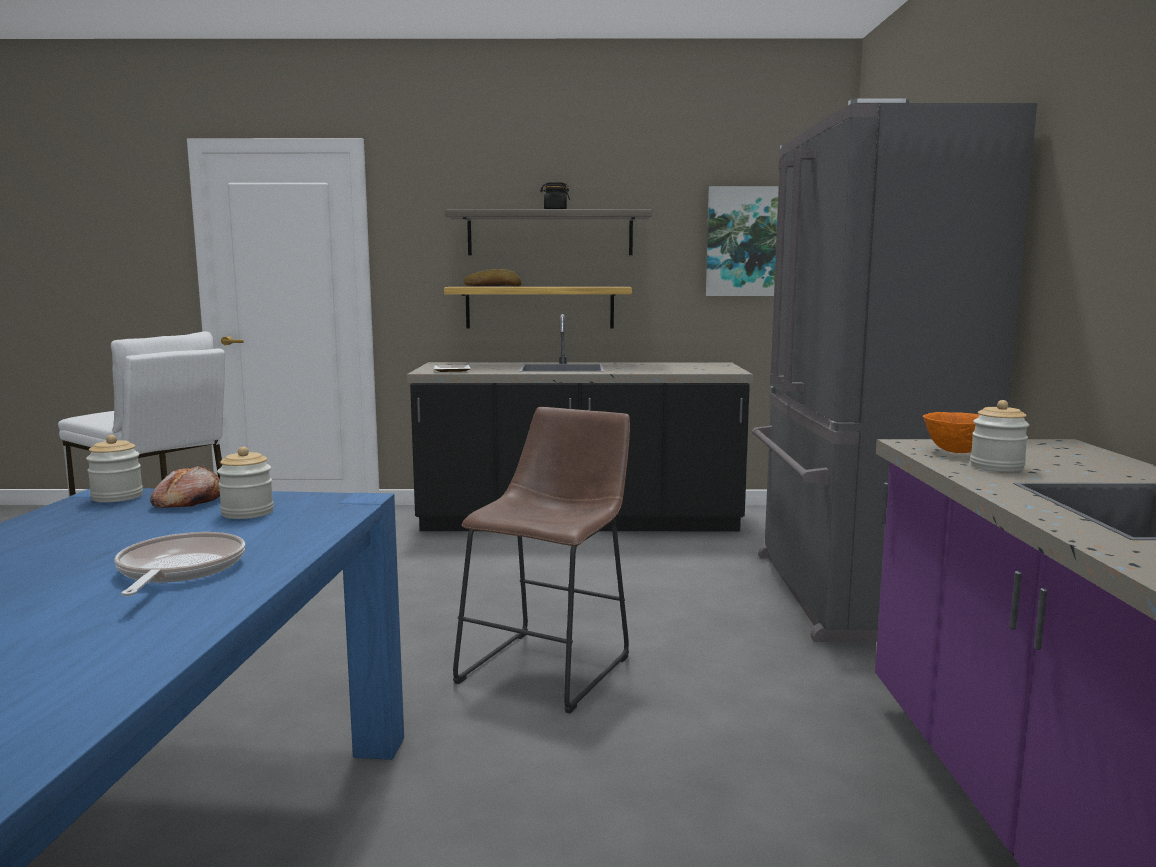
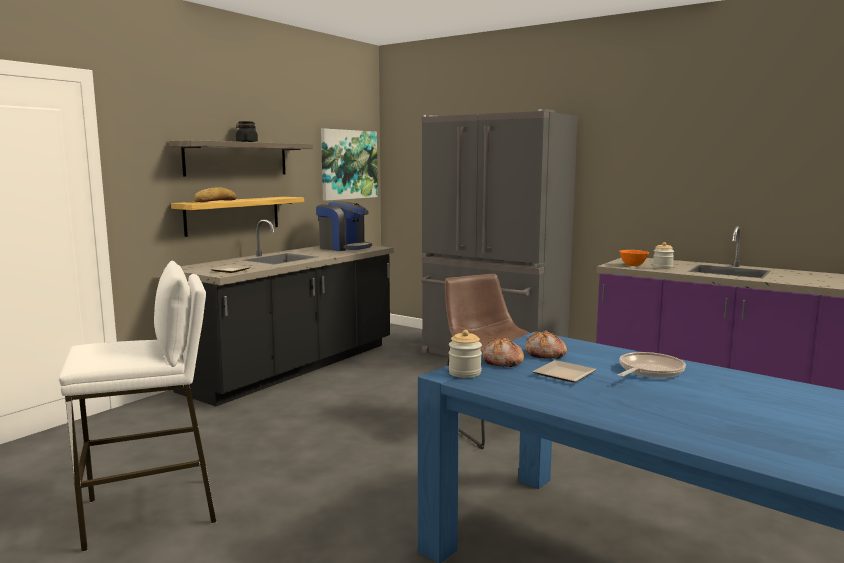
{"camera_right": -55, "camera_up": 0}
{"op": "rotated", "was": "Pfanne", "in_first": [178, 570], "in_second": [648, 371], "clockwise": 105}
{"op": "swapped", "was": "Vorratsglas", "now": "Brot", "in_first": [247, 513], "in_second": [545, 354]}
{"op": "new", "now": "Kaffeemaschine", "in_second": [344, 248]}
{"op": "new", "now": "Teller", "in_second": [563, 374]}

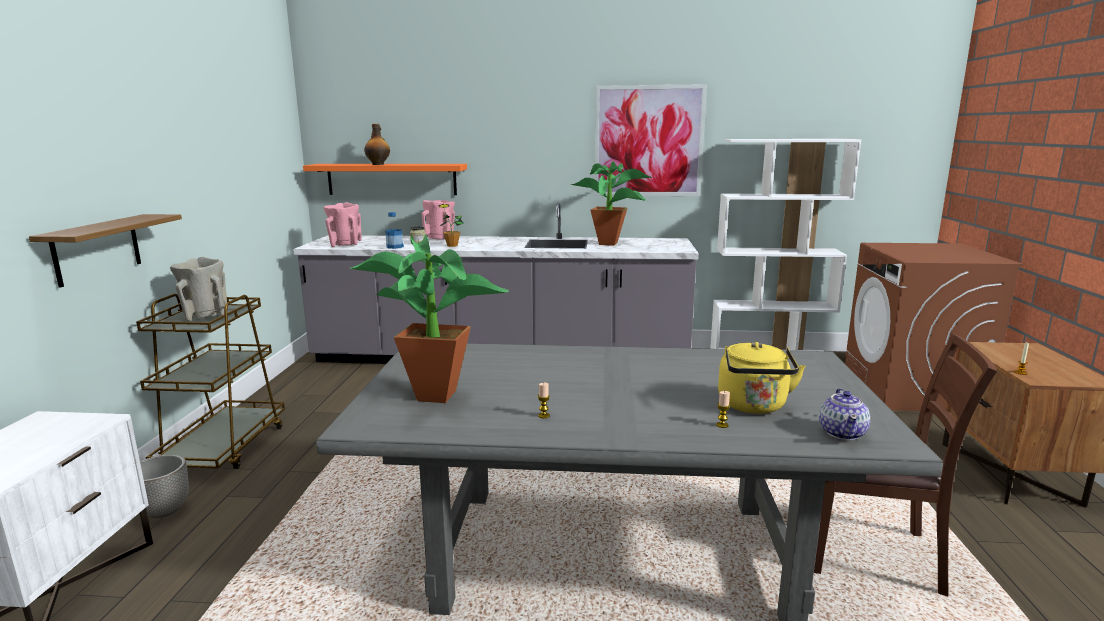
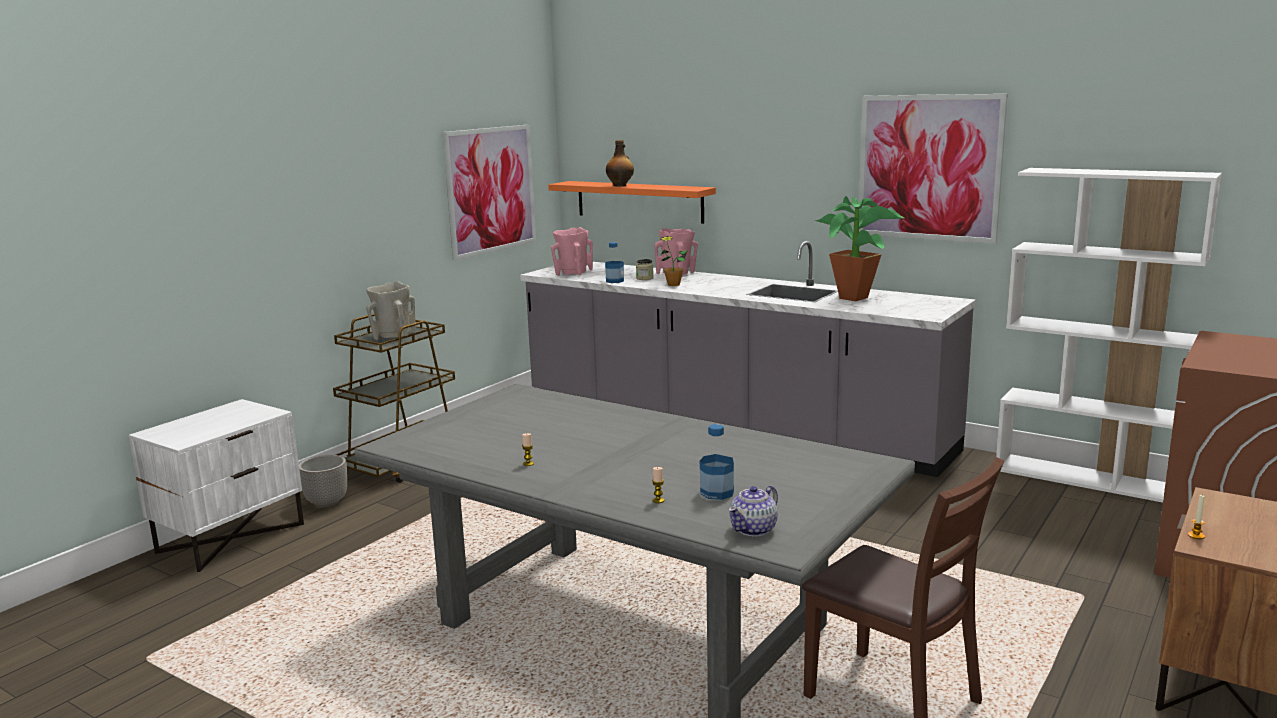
{"camera_right": 30, "camera_up": 0}
{"op": "gone", "was": "Wandregal", "in_first": [97, 249]}
{"op": "gone", "was": "Topfpflanze", "in_first": [430, 393]}
{"op": "swapped", "was": "Wasserkessel/gelb", "now": "Flasche", "in_first": [753, 406], "in_second": [717, 492]}
{"op": "new", "now": "Bild", "in_second": [491, 190]}

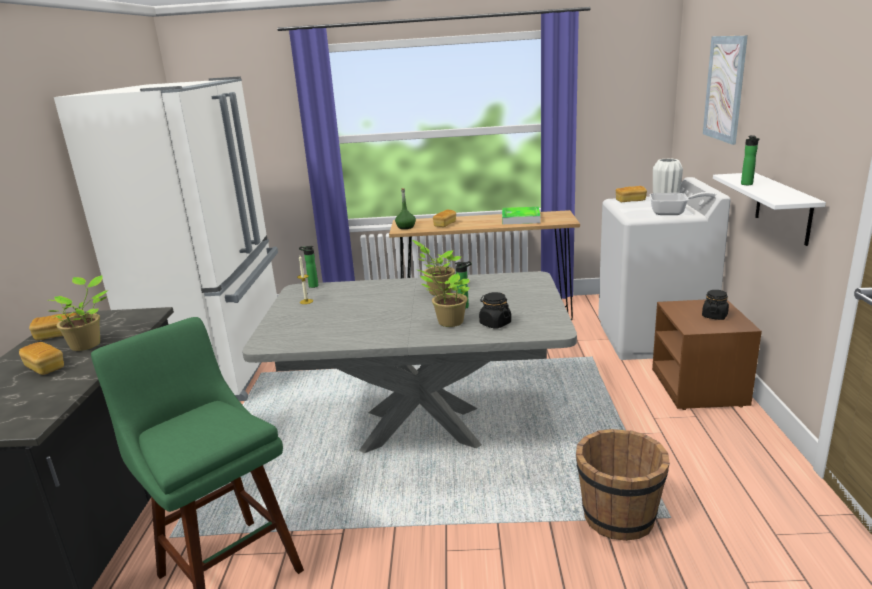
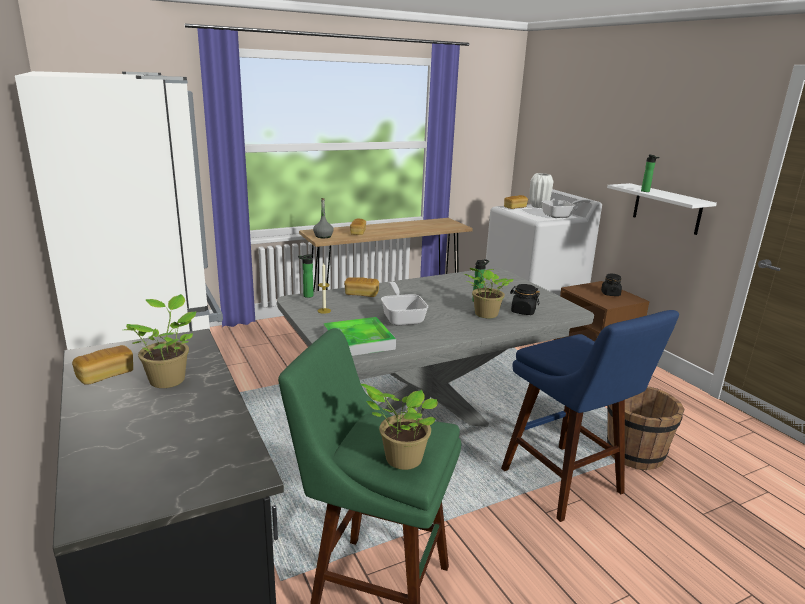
{"camera_right": -30, "camera_up": 0}
{"op": "shifted", "was": "Brot", "in_first": [45, 367], "in_second": [361, 294]}
{"op": "repainted", "was": "Flasche/grün", "now": "Flasche/grau", "in_first": [406, 227], "in_second": [323, 236]}
{"op": "shifted", "was": "Topfpflanze", "in_first": [438, 292], "in_second": [400, 459]}
{"op": "shifted", "was": "Tablett", "in_first": [520, 218], "in_second": [358, 341]}
{"op": "gone", "was": "Bild", "in_first": [724, 88]}
{"op": "new", "now": "Pfanne", "in_second": [402, 317]}
{"op": "new", "now": "Hocker/blau", "in_second": [567, 485]}

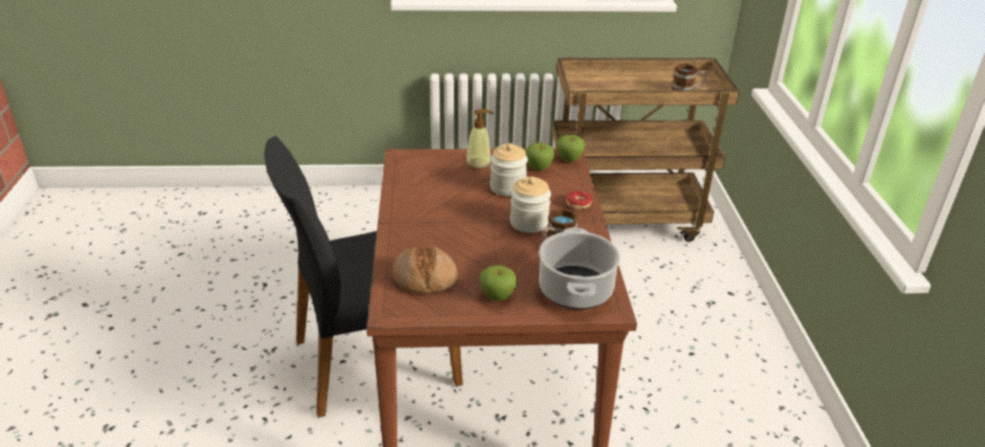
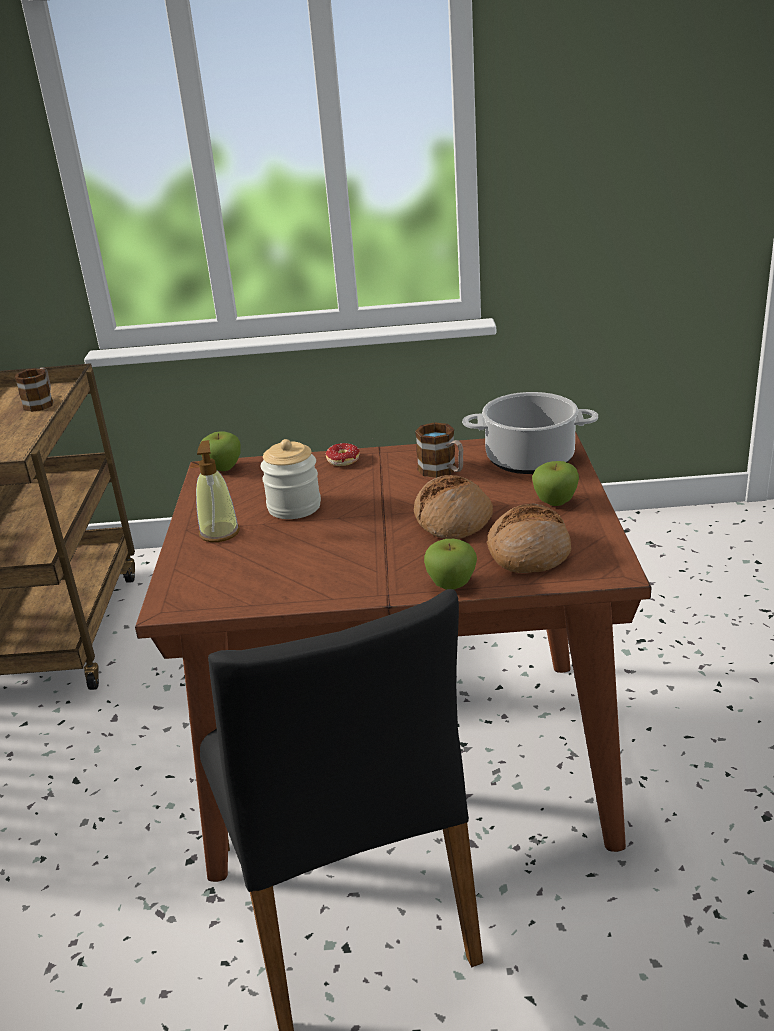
{"camera_right": -85, "camera_up": -5}
{"op": "gone", "was": "Vorratsglas", "in_first": [529, 222]}
{"op": "shifted", "was": "Apfel", "in_first": [538, 168], "in_second": [451, 585]}
{"op": "new", "now": "Brot", "in_second": [453, 520]}

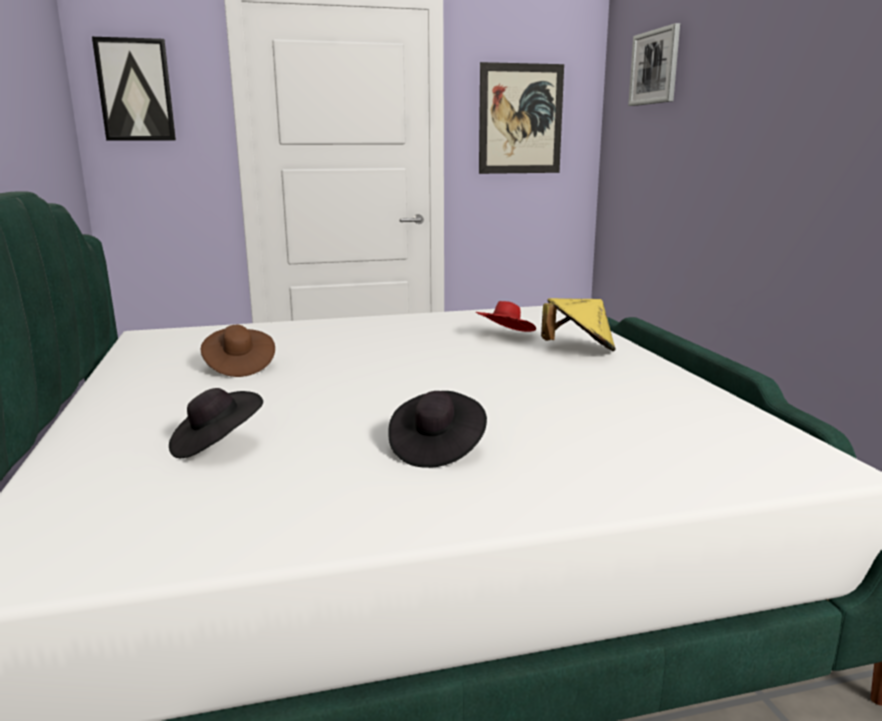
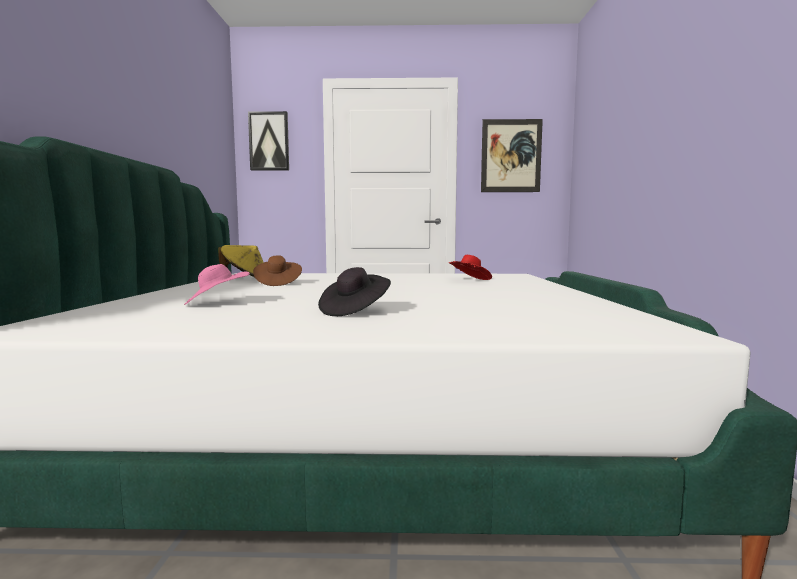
{"camera_right": 15, "camera_up": -10}
{"op": "repainted", "was": "Hut/schwarz", "now": "Hut/rosa", "in_first": [216, 444], "in_second": [216, 303]}
{"op": "shifted", "was": "Hut/gelb", "in_first": [578, 350], "in_second": [245, 278]}
{"op": "gone", "was": "Bild", "in_first": [655, 67]}

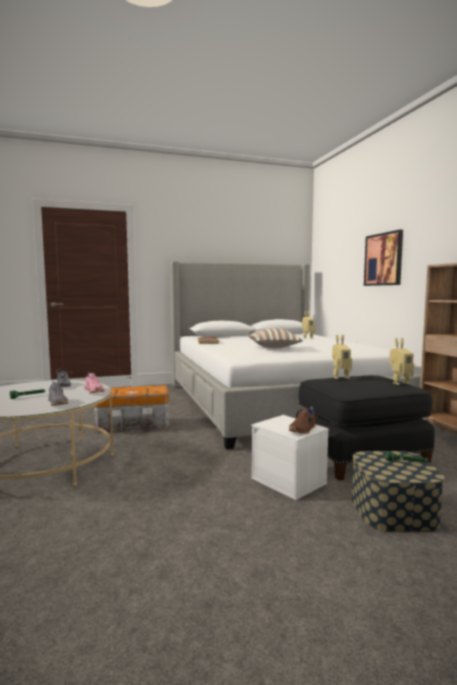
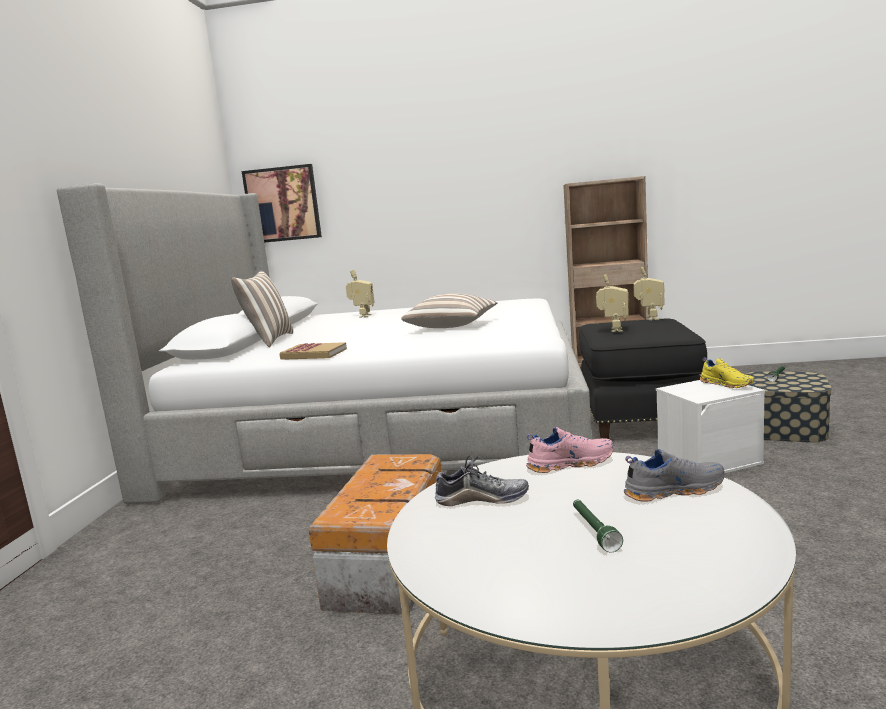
{"camera_right": -65, "camera_up": 5}
{"op": "repainted", "was": "Schuh/braun", "now": "Schuh/gelb", "in_first": [303, 430], "in_second": [727, 384]}
{"op": "shifted", "was": "Bild", "in_first": [383, 259], "in_second": [282, 204]}
{"op": "new", "now": "Kissen", "in_second": [268, 341]}

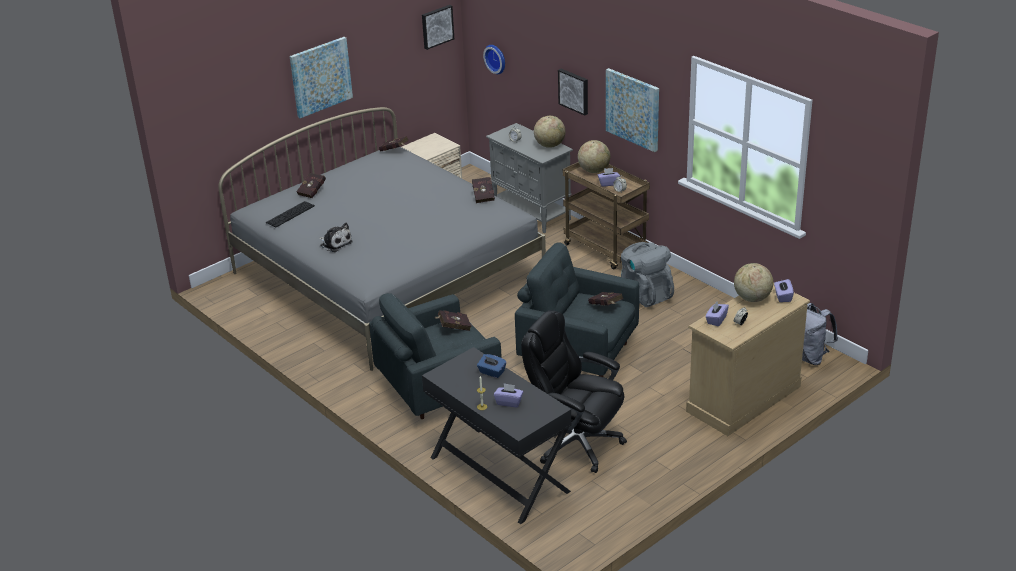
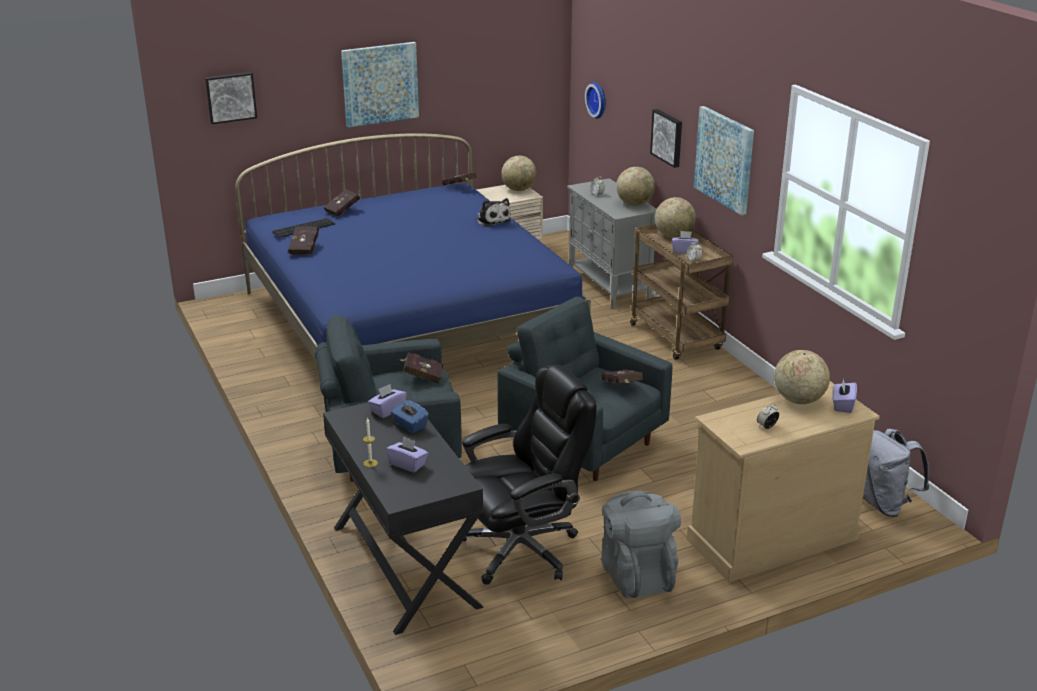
{"camera_right": 15, "camera_up": -5}
{"op": "repainted", "was": "Bett/grau", "now": "Bett/blau", "in_first": [387, 275], "in_second": [409, 322]}
{"op": "shifted", "was": "Plüschtier", "in_first": [335, 243], "in_second": [492, 220]}
{"op": "shifted", "was": "Bild", "in_first": [436, 26], "in_second": [230, 97]}
{"op": "shifted", "was": "Buch/rot", "in_first": [483, 196], "in_second": [305, 248]}
{"op": "rotated", "was": "Bürostuhl/schwarz", "in_first": [576, 443], "in_second": [522, 548], "clockwise": 105}
{"op": "shifted", "was": "Rucksack/grau", "in_first": [645, 294], "in_second": [636, 574]}
{"op": "shifted", "was": "Taschentuchbox/lila", "in_first": [716, 320], "in_second": [387, 410]}
{"op": "new", "now": "Globus", "in_second": [519, 189]}

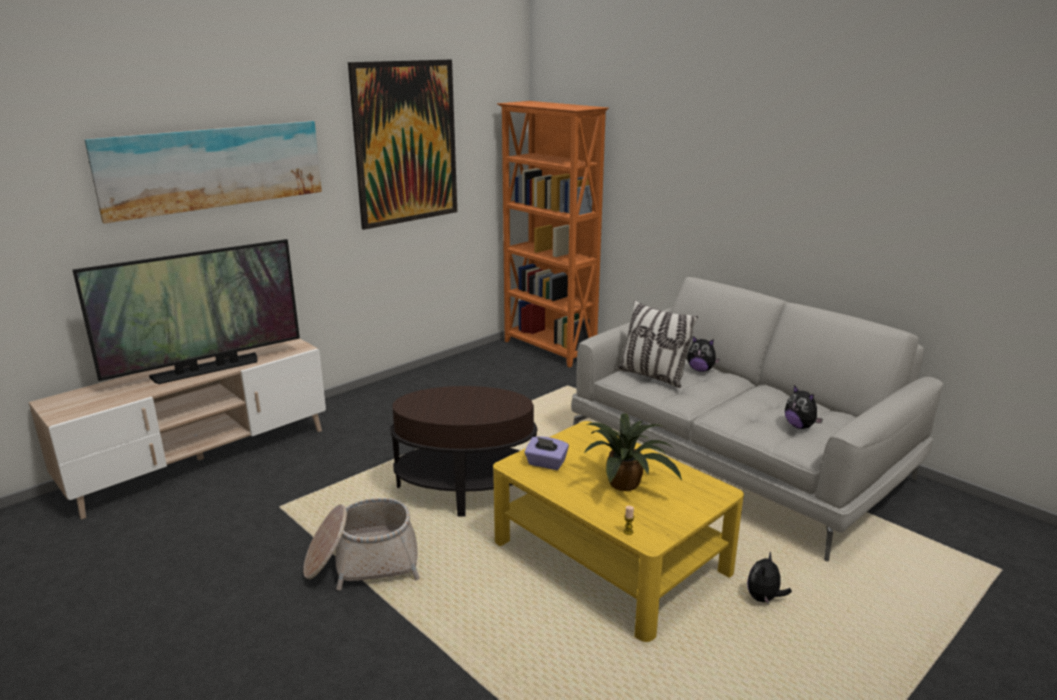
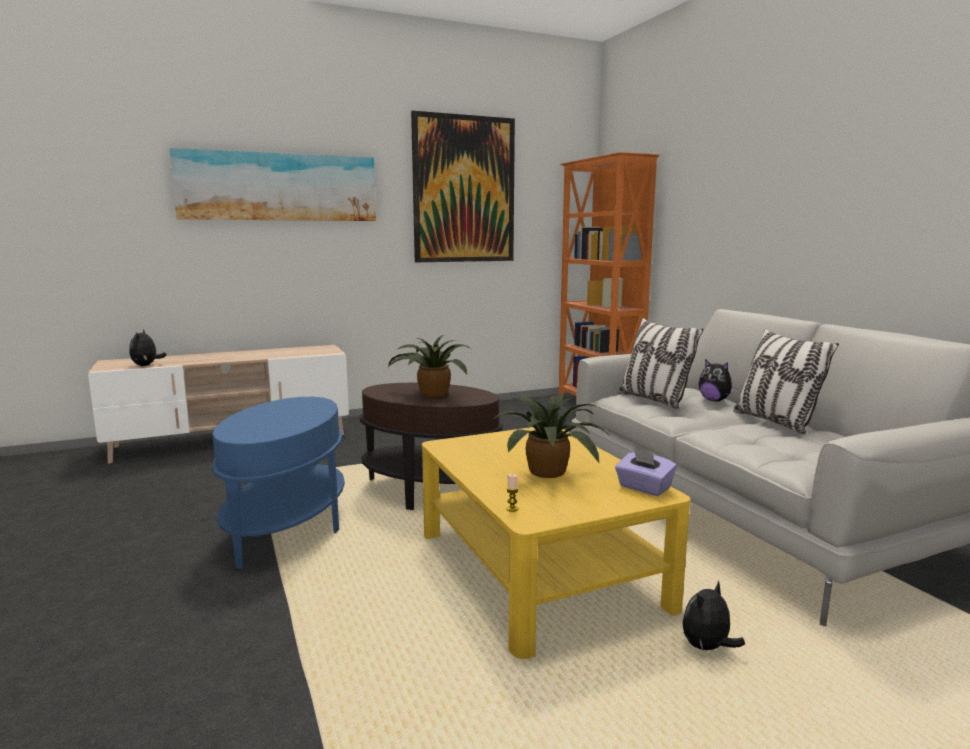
{"camera_right": 20, "camera_up": -10}
{"op": "gone", "was": "Fernseher", "in_first": [206, 369]}
{"op": "swapped", "was": "Korb", "now": "Beistelltisch/blau", "in_first": [363, 562], "in_second": [287, 528]}
{"op": "shifted", "was": "Taschentuchbox/lila", "in_first": [546, 463], "in_second": [644, 488]}
{"op": "shifted", "was": "Plüschtier", "in_first": [800, 426], "in_second": [146, 365]}
{"op": "new", "now": "Topfpflanze", "in_second": [431, 394]}
{"op": "new", "now": "Kissen", "in_second": [775, 422]}

